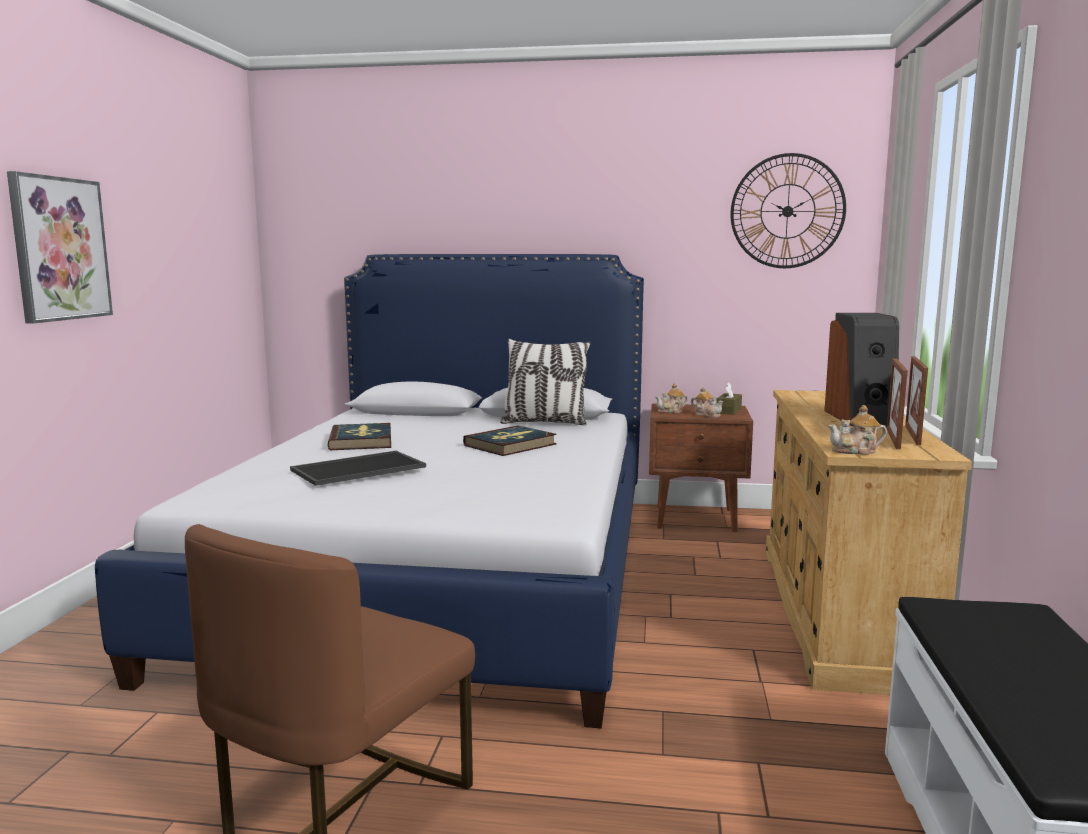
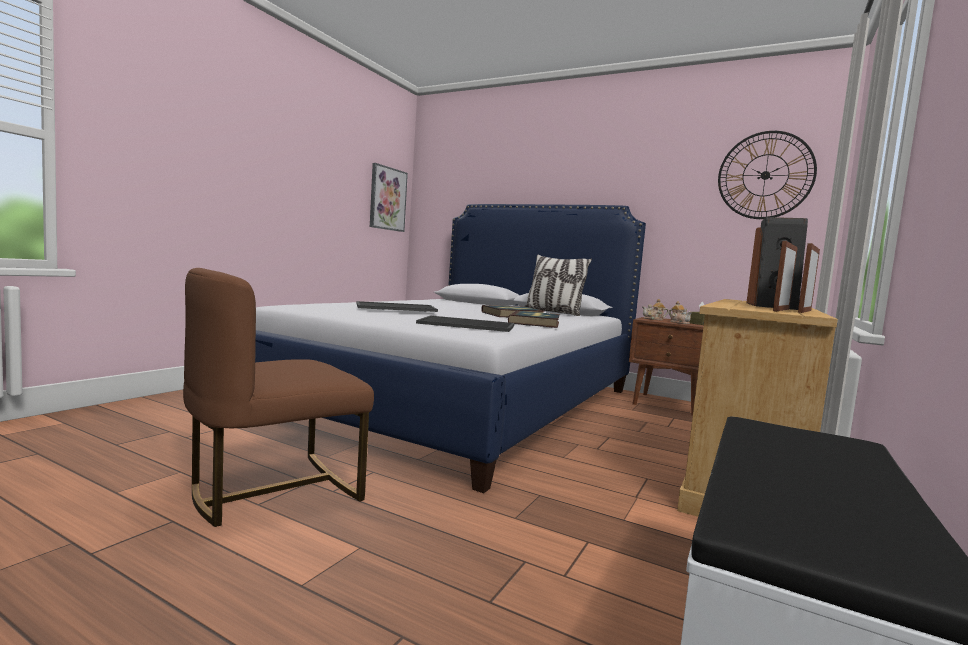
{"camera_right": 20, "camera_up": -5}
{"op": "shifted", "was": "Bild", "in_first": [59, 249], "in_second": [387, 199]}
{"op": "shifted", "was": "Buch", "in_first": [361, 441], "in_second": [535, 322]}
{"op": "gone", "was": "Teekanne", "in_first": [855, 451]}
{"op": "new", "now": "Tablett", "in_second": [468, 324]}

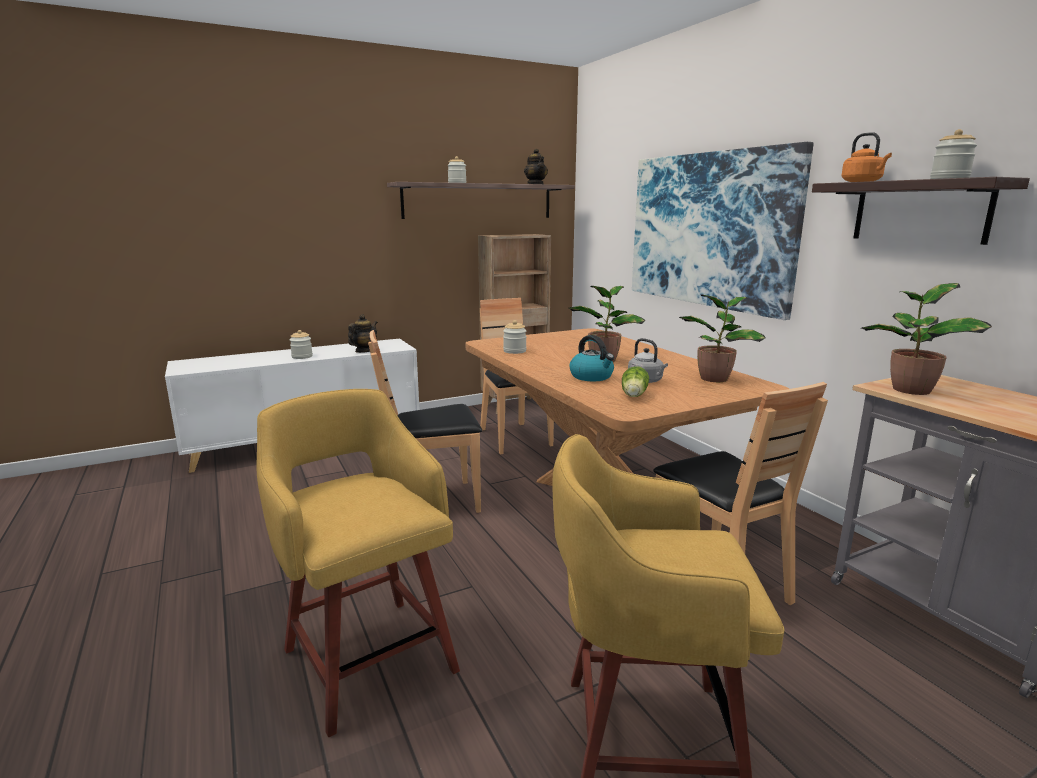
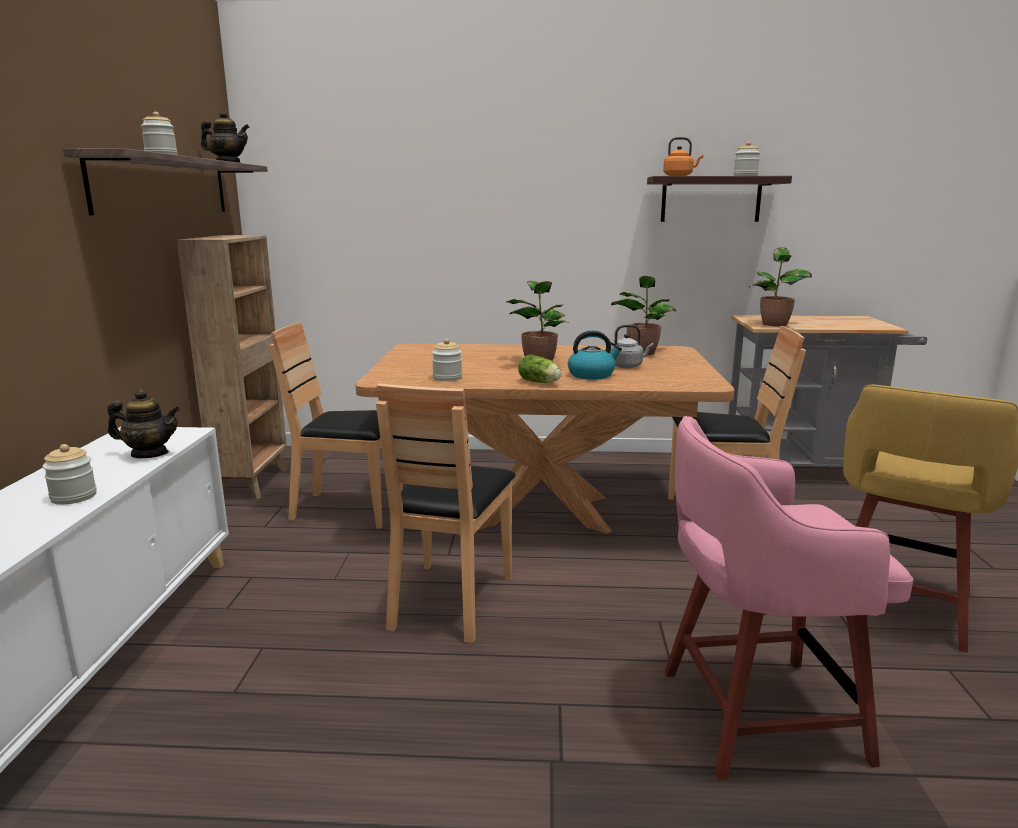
{"camera_right": -60, "camera_up": 0}
{"op": "repainted", "was": "Hocker/gelb", "now": "Hocker/rosa", "in_first": [368, 656], "in_second": [754, 715]}
{"op": "rotated", "was": "Teekanne", "in_first": [364, 351], "in_second": [149, 454], "clockwise": 120}
{"op": "shifted", "was": "Salatkopf", "in_first": [633, 395], "in_second": [540, 382]}
{"op": "gone", "was": "Bild", "in_first": [708, 230]}

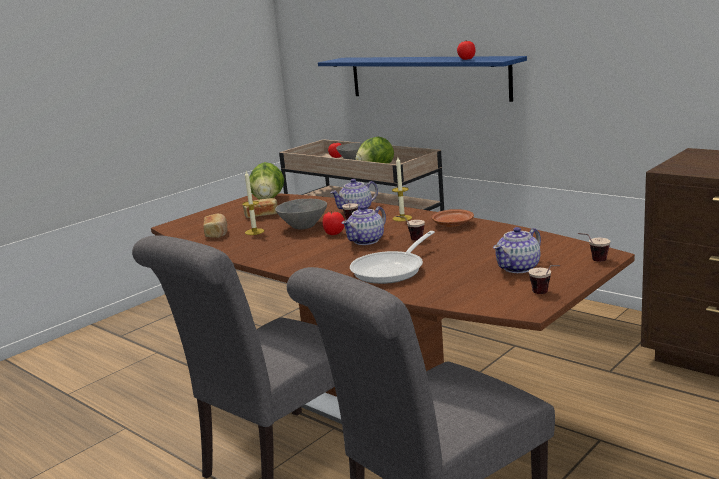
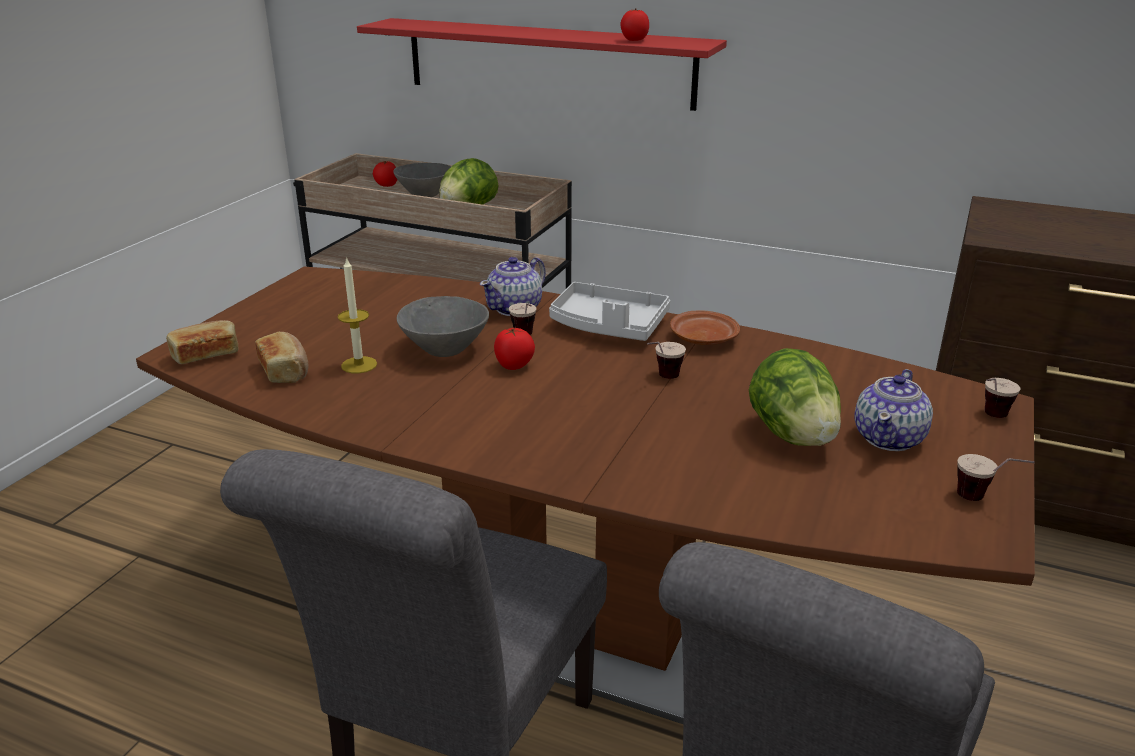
{"camera_right": -20, "camera_up": 10}
{"op": "shifted", "was": "Brot", "in_first": [261, 215], "in_second": [206, 355]}
{"op": "shifted", "was": "Salatkopf", "in_first": [268, 199], "in_second": [792, 435]}
{"op": "repainted", "was": "Wandregal/blau", "now": "Wandregal/rot", "in_first": [427, 77], "in_second": [547, 62]}
{"op": "gone", "was": "Teekanne", "in_first": [366, 241]}
{"op": "gone", "was": "Pfanne", "in_first": [392, 270]}
{"op": "swapped", "was": "Kerze", "now": "Tablett/grau", "in_first": [402, 218], "in_second": [608, 326]}

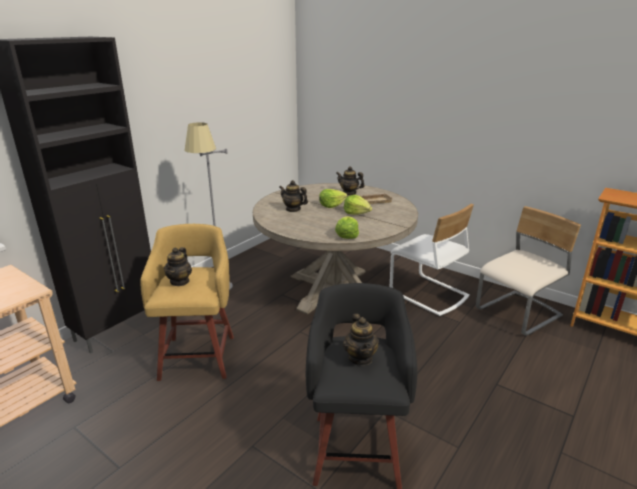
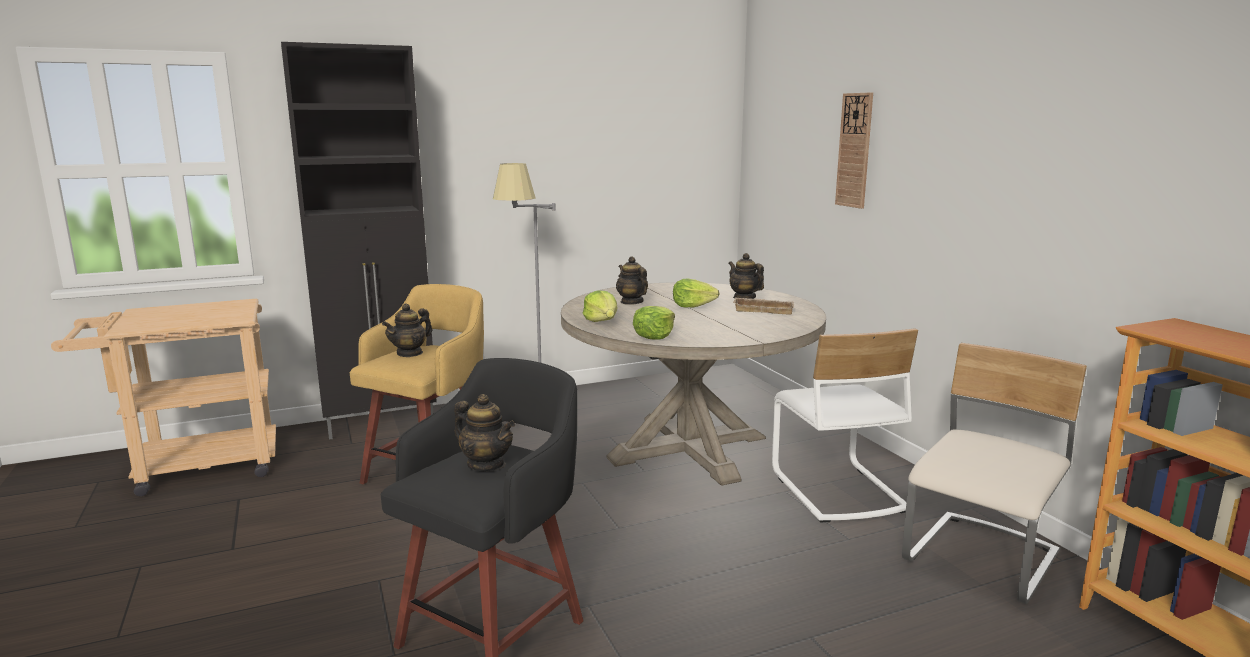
{"camera_right": 30, "camera_up": -10}
{"op": "rotated", "was": "Teekanne", "in_first": [360, 358], "in_second": [486, 464], "clockwise": -75}
{"op": "shifted", "was": "Salatkopf", "in_first": [356, 213], "in_second": [602, 321]}
{"op": "rotated", "was": "Stuhl/beige", "in_first": [518, 314], "in_second": [982, 560], "clockwise": -45}
{"op": "new", "now": "Wanduhr", "in_second": [854, 150]}

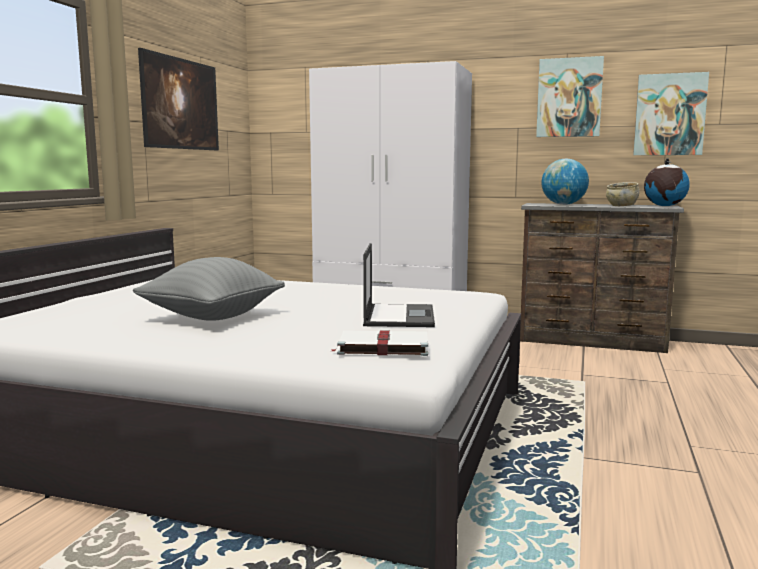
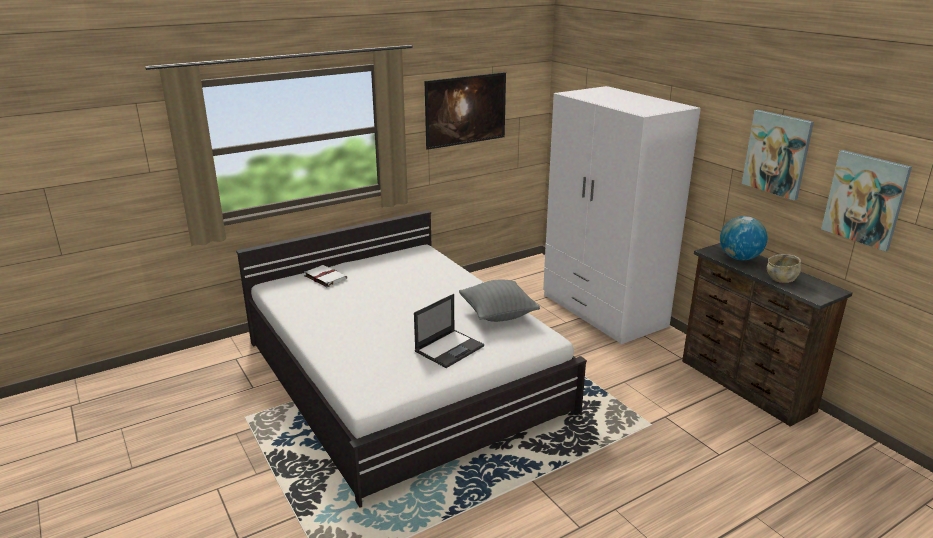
{"camera_right": 40, "camera_up": 15}
{"op": "shifted", "was": "Kissen/grau", "in_first": [212, 317], "in_second": [498, 315]}
{"op": "shifted", "was": "Buch/weiß", "in_first": [381, 347], "in_second": [325, 277]}
{"op": "gone", "was": "Globus", "in_first": [664, 206]}

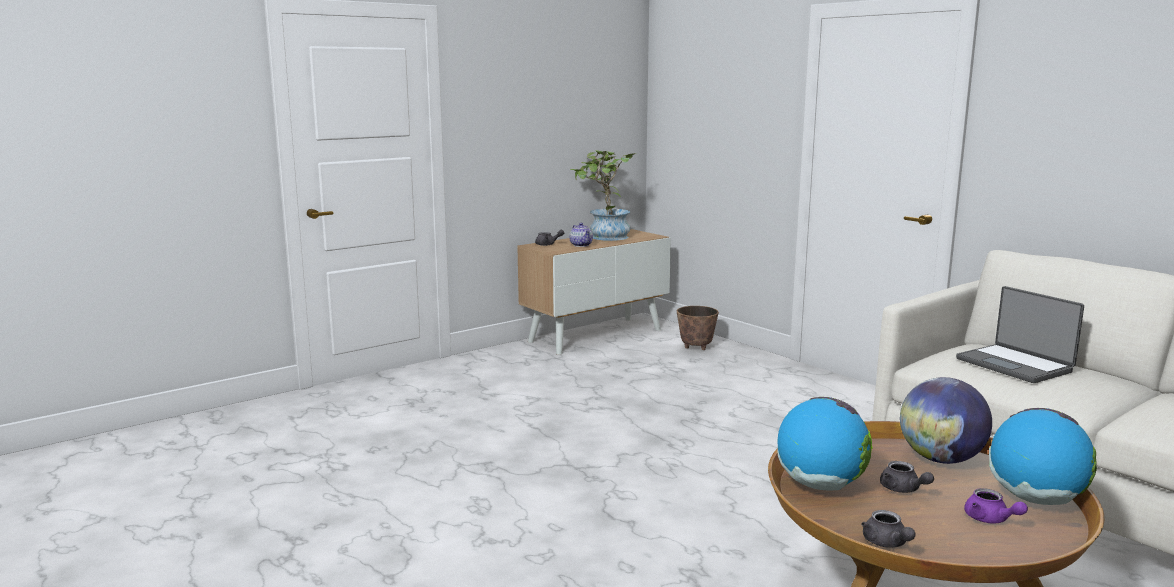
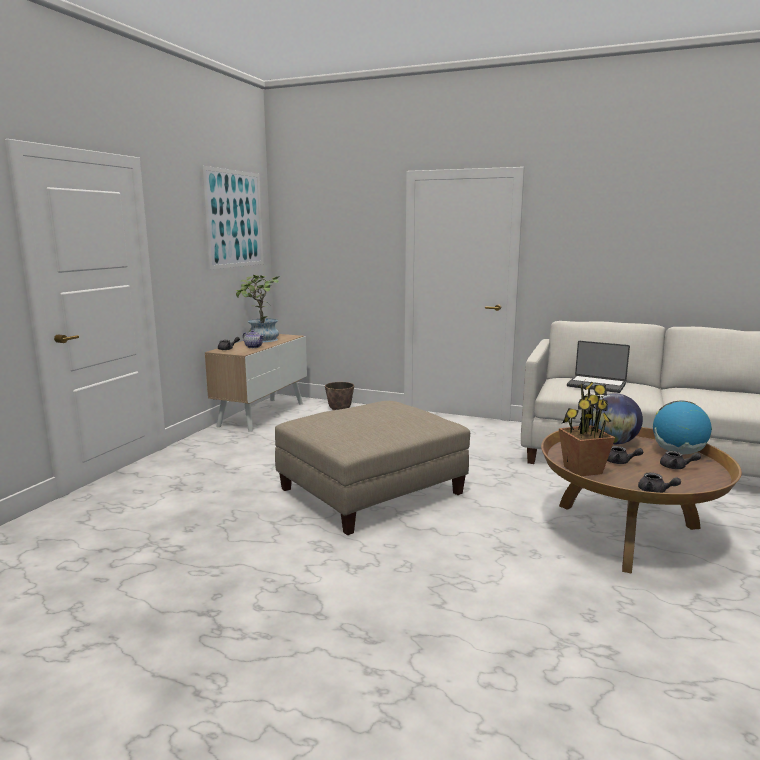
{"camera_right": -30, "camera_up": 0}
{"op": "swapped", "was": "Globus", "now": "Topfpflanze", "in_first": [820, 485], "in_second": [582, 470]}
{"op": "repainted", "was": "Teekanne/lila", "now": "Teekanne/grau", "in_first": [990, 520], "in_second": [676, 467]}
{"op": "new", "now": "Bild", "in_second": [234, 219]}
{"op": "new", "now": "Polsterhocker/beige", "in_second": [371, 491]}

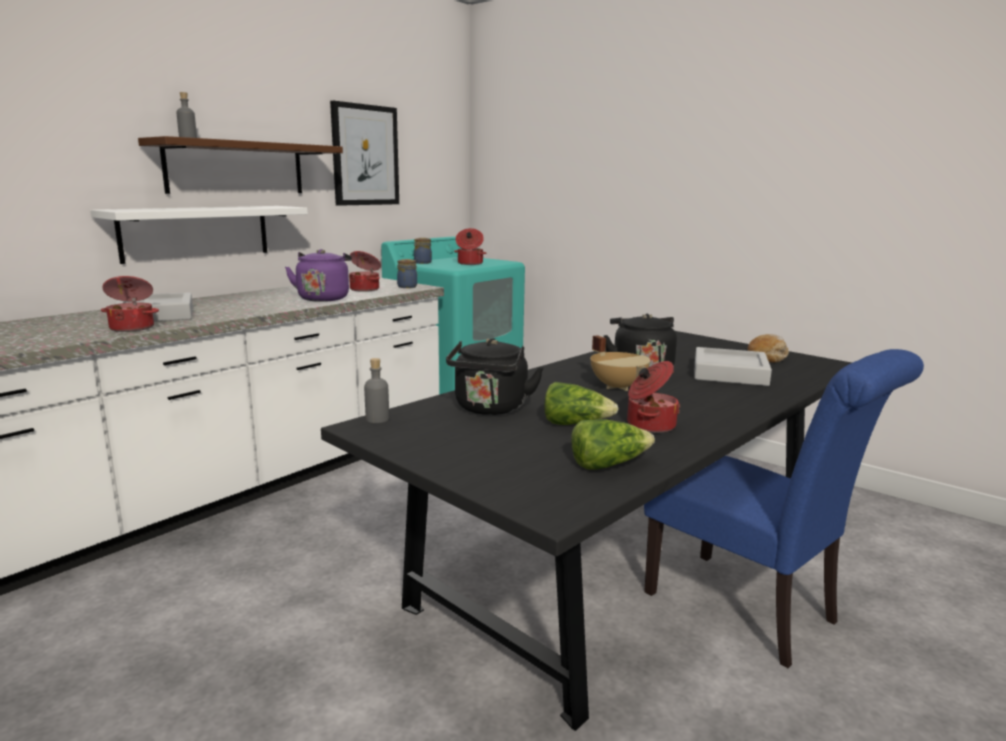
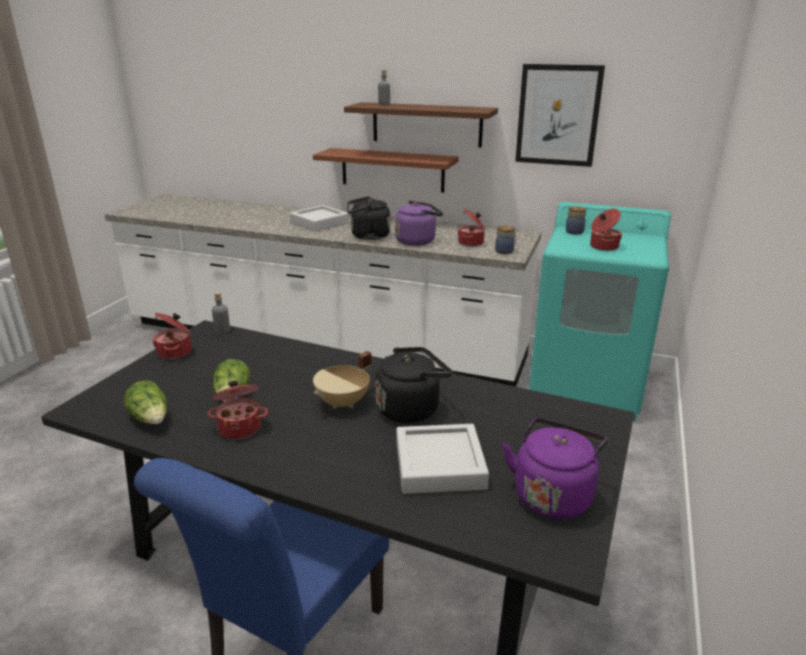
{"camera_right": 70, "camera_up": 10}
{"op": "repainted", "was": "Wandregal/weiß", "now": "Wandregal/braun", "in_first": [196, 232], "in_second": [392, 170]}
{"op": "shifted", "was": "Kochtopf", "in_first": [133, 327], "in_second": [175, 352]}
{"op": "shifted", "was": "Wasserkessel/schwarz", "in_first": [490, 409], "in_second": [367, 236]}
{"op": "swapped", "was": "Brot", "now": "Wasserkessel/lila", "in_first": [767, 357], "in_second": [553, 494]}

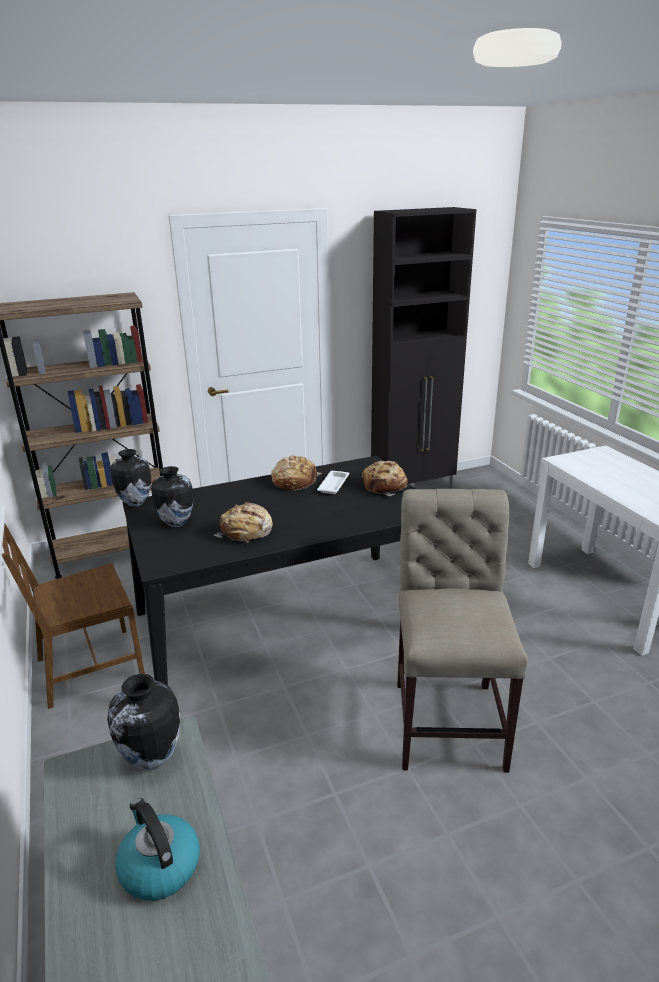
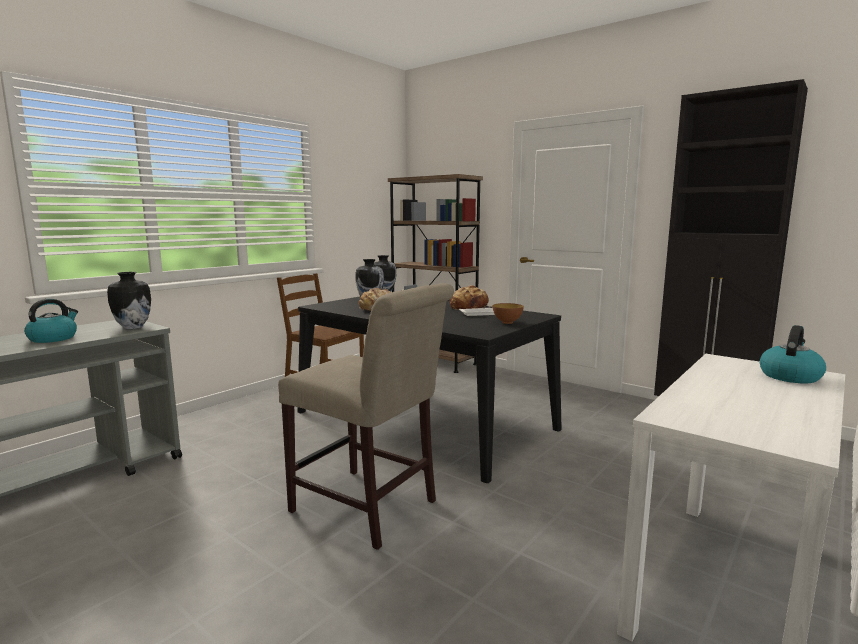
{"camera_right": 60, "camera_up": -15}
{"op": "swapped", "was": "Brot", "now": "Schüssel", "in_first": [385, 486], "in_second": [507, 322]}
{"op": "rotated", "was": "Stuhl/beige", "in_first": [448, 717], "in_second": [369, 509], "clockwise": 60}
{"op": "new", "now": "Wasserkessel", "in_second": [789, 376]}

